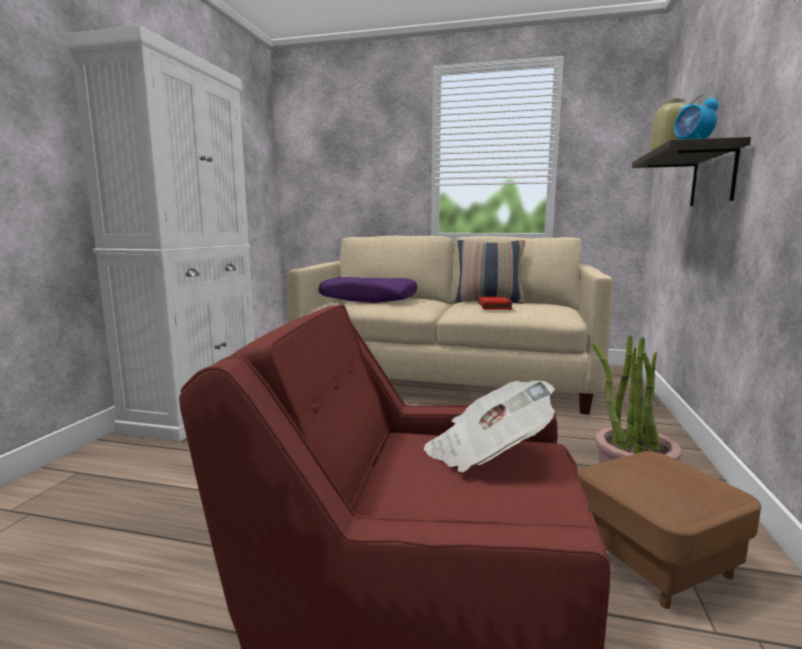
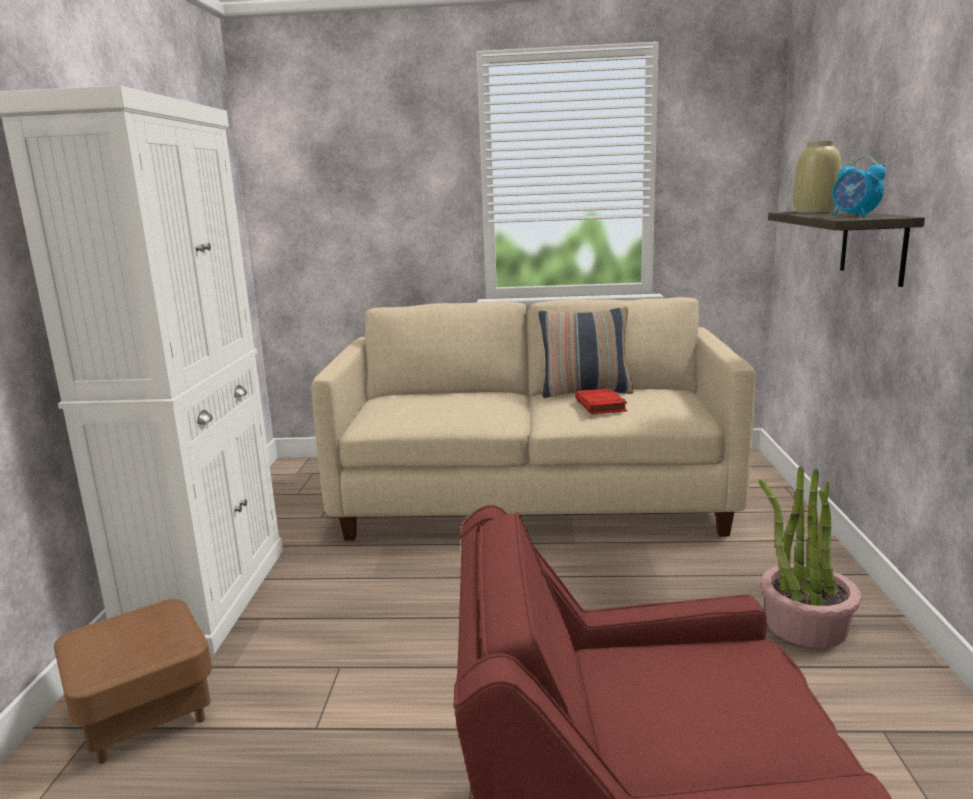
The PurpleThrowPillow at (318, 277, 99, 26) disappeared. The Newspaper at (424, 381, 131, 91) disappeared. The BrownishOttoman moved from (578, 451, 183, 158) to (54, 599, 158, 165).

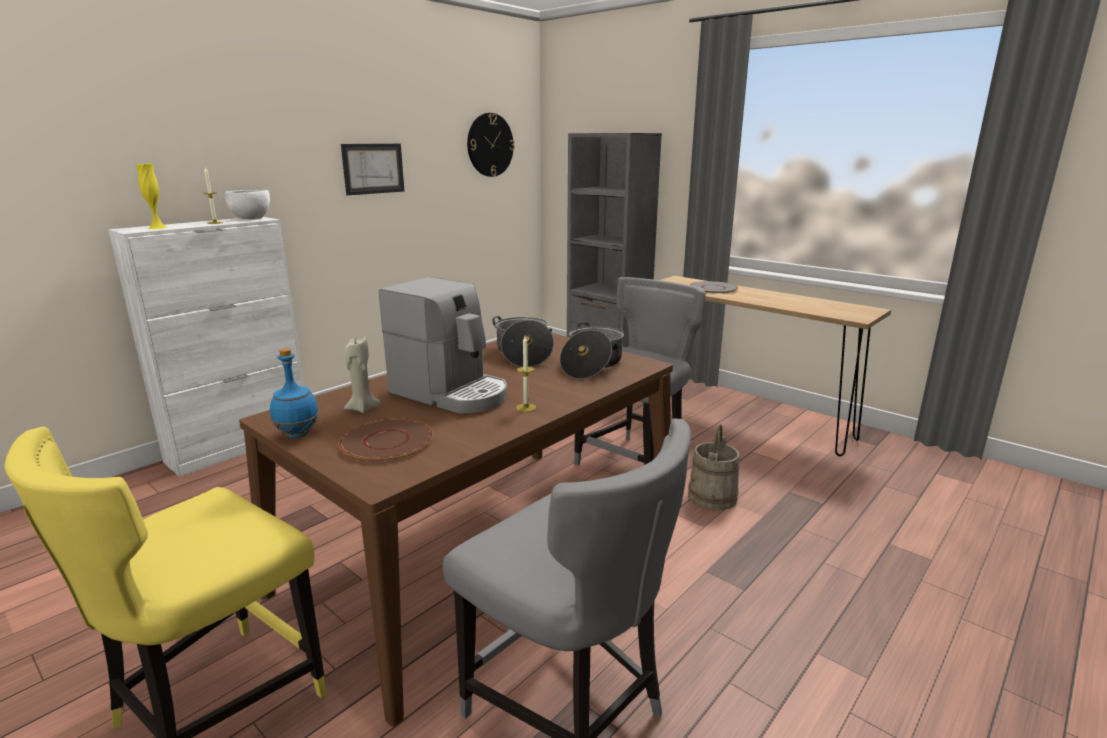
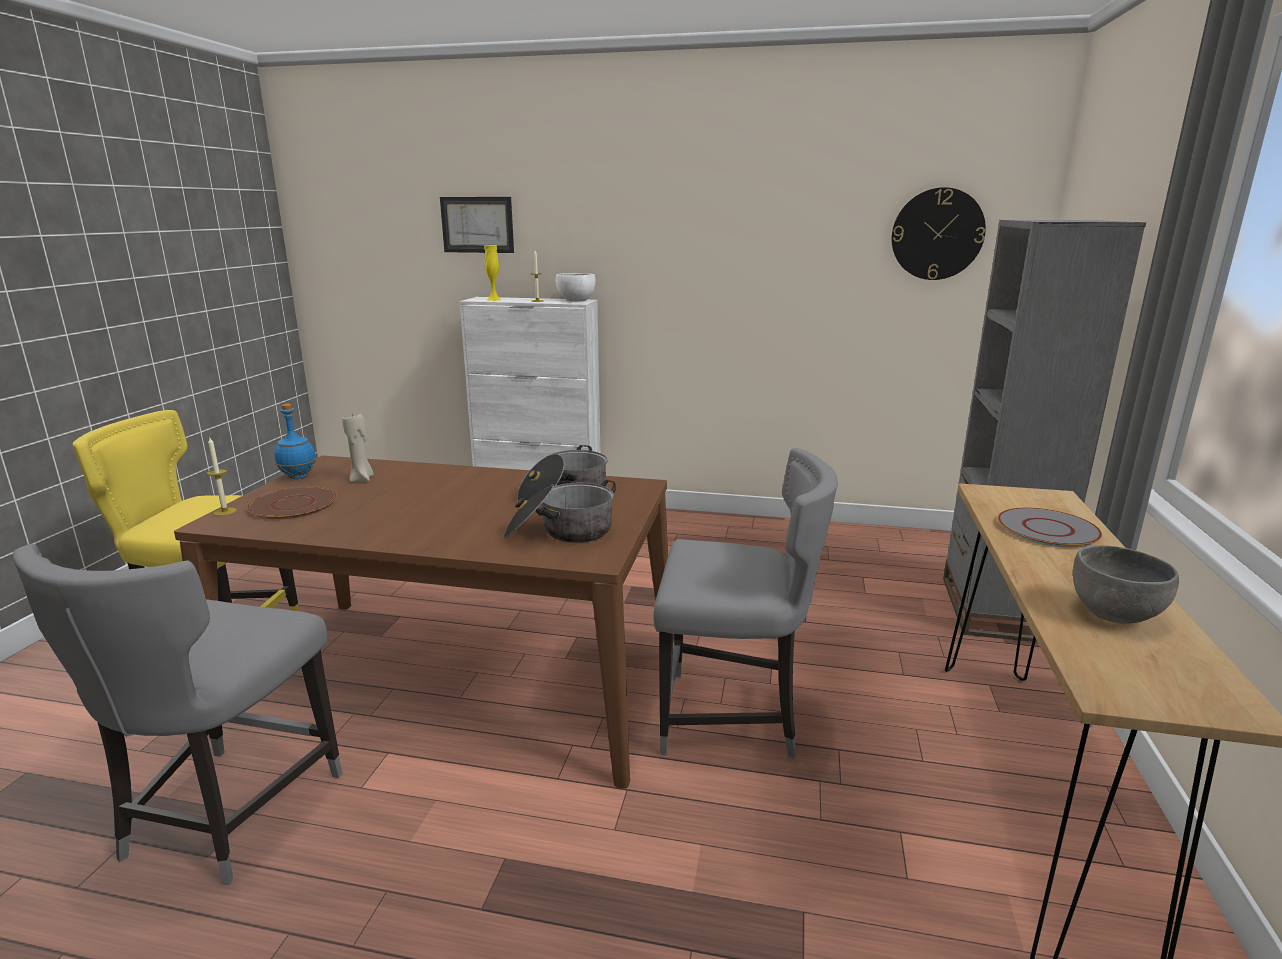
The CoffeeMachine at (379, 277, 128, 137) disappeared. The BeigeColouredWaterBucket at (688, 424, 52, 86) disappeared. The GrayBowl at (1073, 545, 106, 79) appeared. The WallPicture moved from (341, 144, 63, 51) to (440, 197, 74, 56). The WaxLight moved from (516, 337, 20, 75) to (207, 438, 30, 78).

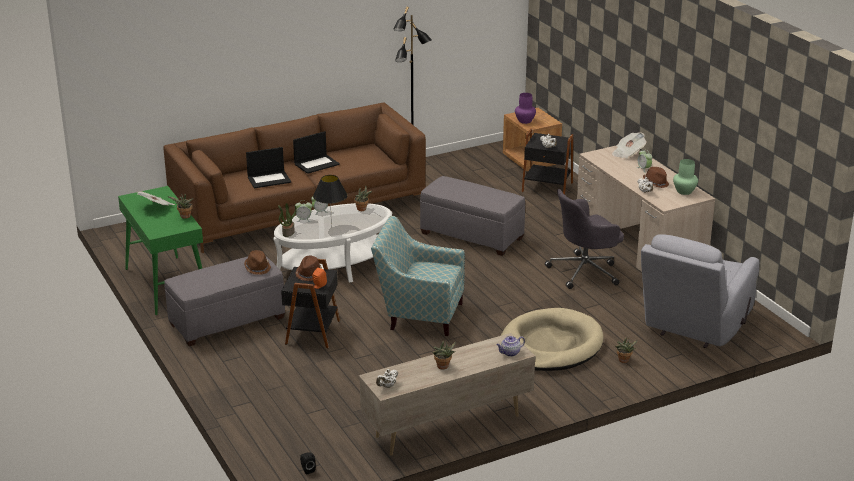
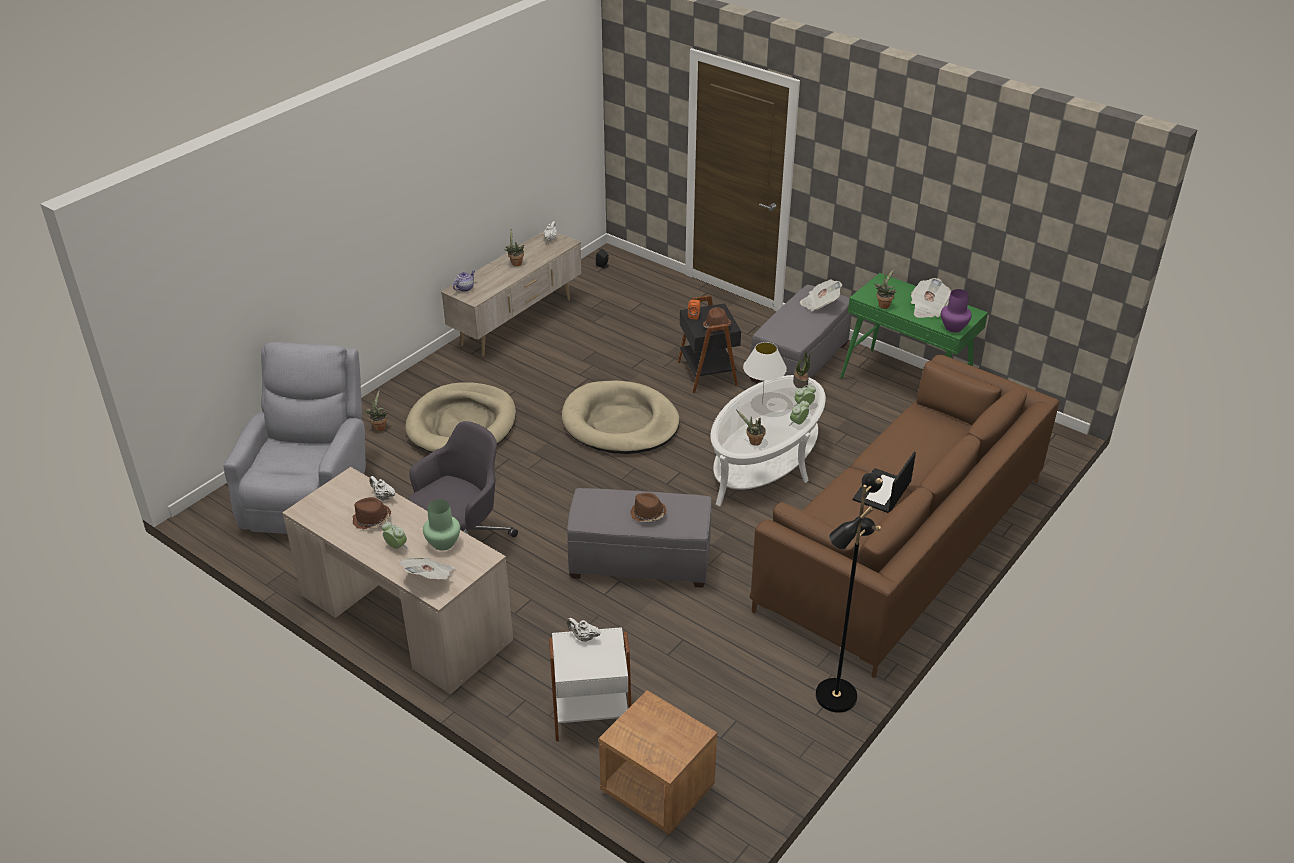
The PortableComputer at (246, 147, 45, 41) disappeared. The Newspaper at (800, 280, 42, 31) appeared. The BrownishClothingHat moved from (244, 250, 27, 25) to (630, 493, 37, 29). The PurpleDecorativeVase moved from (515, 93, 21, 31) to (941, 289, 31, 43). The GreenishDecorativeVase moved from (673, 159, 25, 36) to (423, 499, 37, 52). The Armchair at (371, 216, 94, 120) was replaced by the BeigeColouredPetBed at (562, 380, 118, 74). The BlackColouredTabletopLamp at (313, 175, 35, 53) became the WhiteTabletopLamp at (743, 342, 44, 62). The BlackColouredAccentTable at (522, 129, 51, 66) became the WhiteAccentTable at (549, 627, 82, 115).

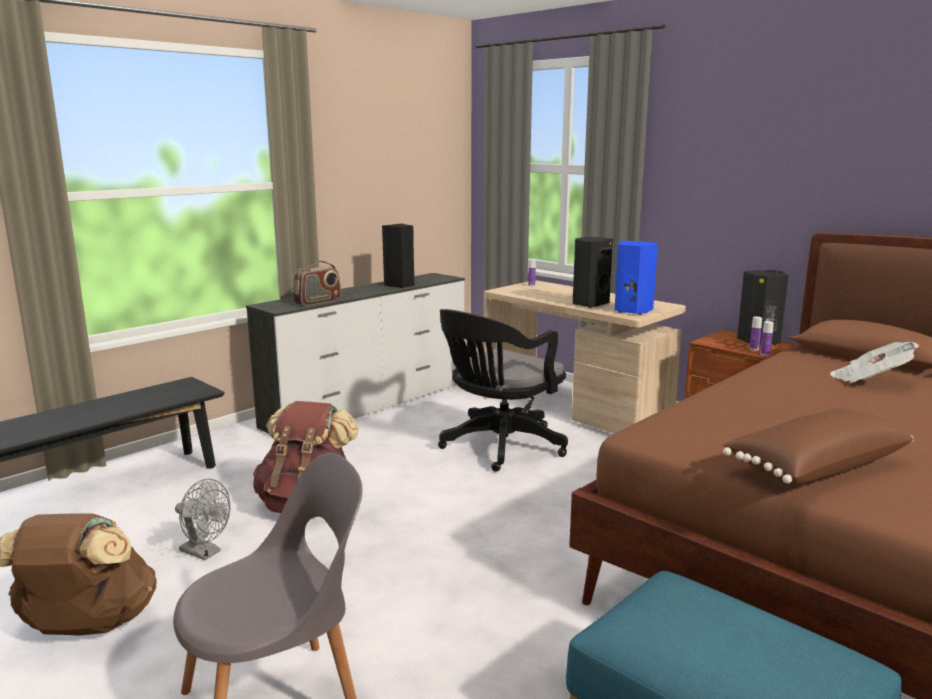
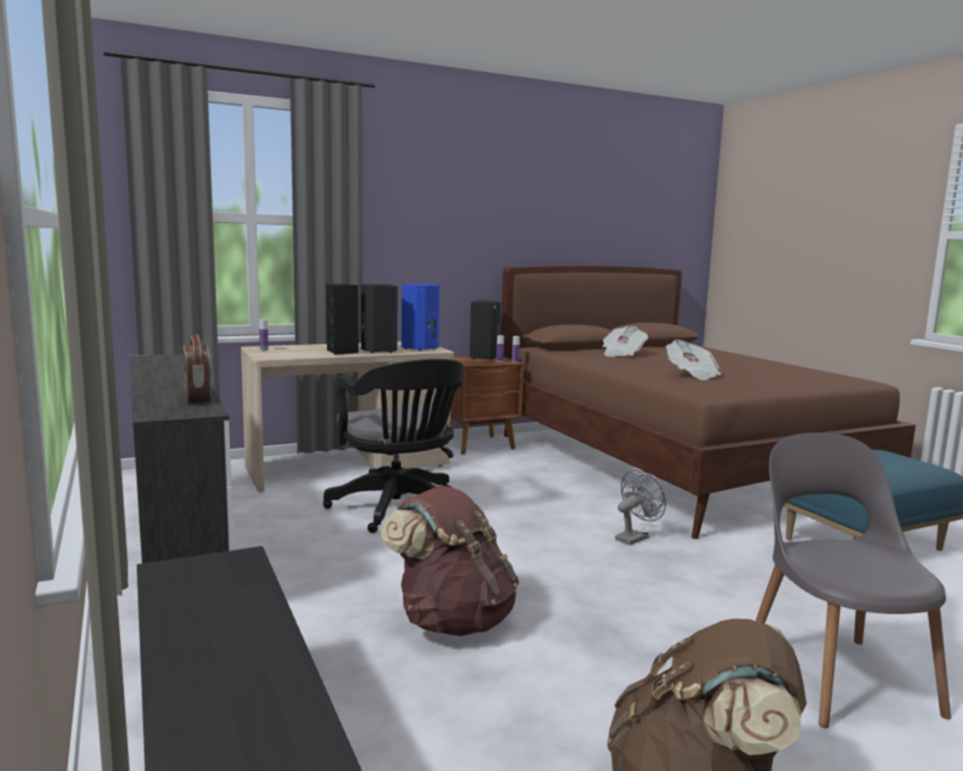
The BrownishThrowPillow at (723, 408, 191, 77) disappeared. The Newspaper at (666, 340, 55, 40) appeared. The GrayFan moved from (175, 479, 55, 81) to (615, 470, 51, 75). The BlackColouredAudioSpeaker moved from (382, 224, 33, 64) to (326, 284, 33, 71).

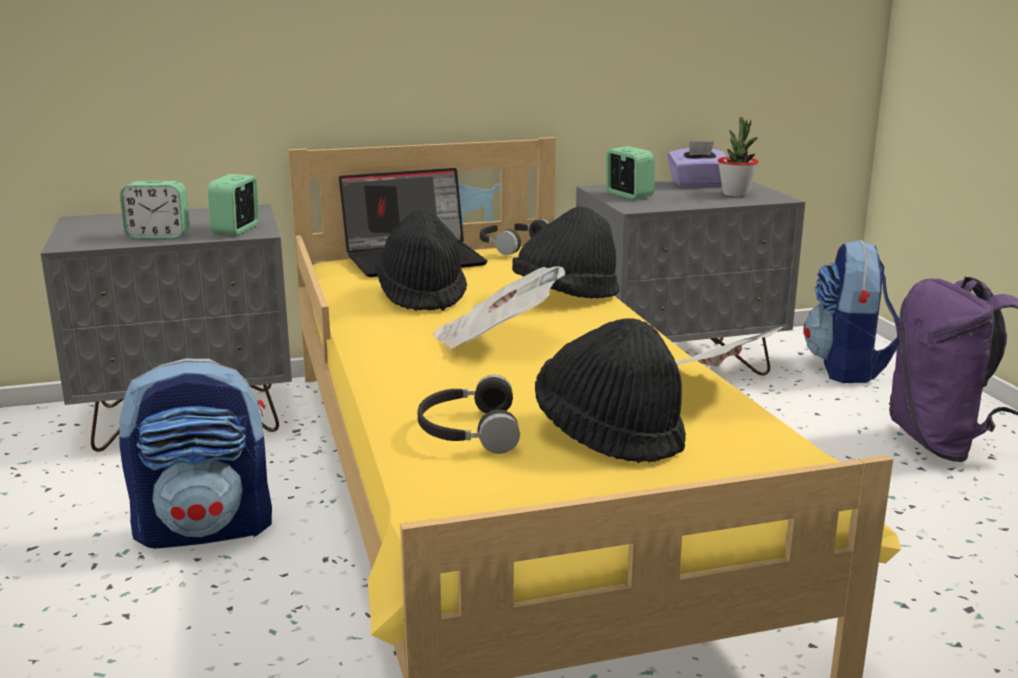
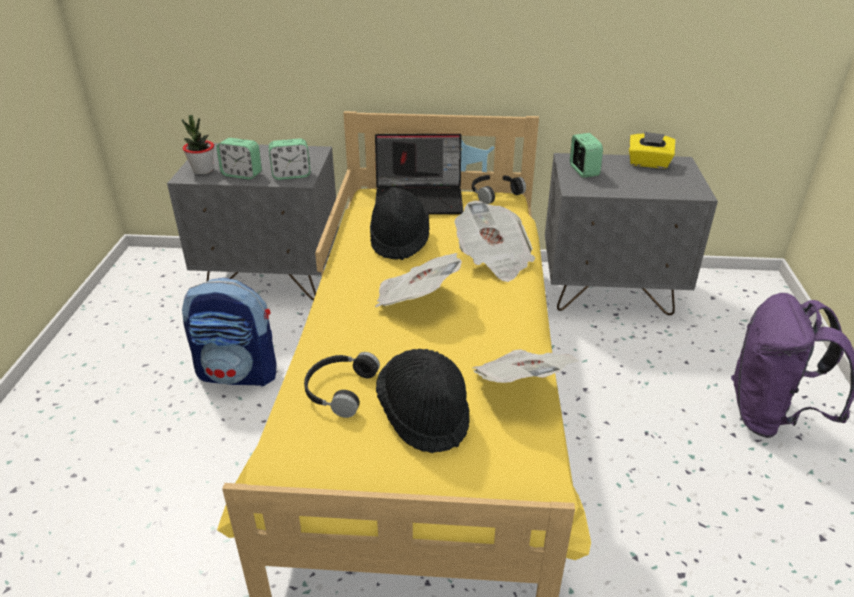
The Backpack at (803, 240, 96, 143) disappeared. The PottedPlant moved from (718, 117, 41, 80) to (182, 115, 32, 59). The BlackColouredClothingHat at (512, 206, 108, 92) was replaced by the Newspaper at (454, 200, 81, 82). The PurpleTissueHolder at (668, 141, 58, 46) became the YellowTissueHolder at (629, 132, 46, 37). The BedsideClock at (208, 174, 51, 61) turned 135 degrees counterclockwise.

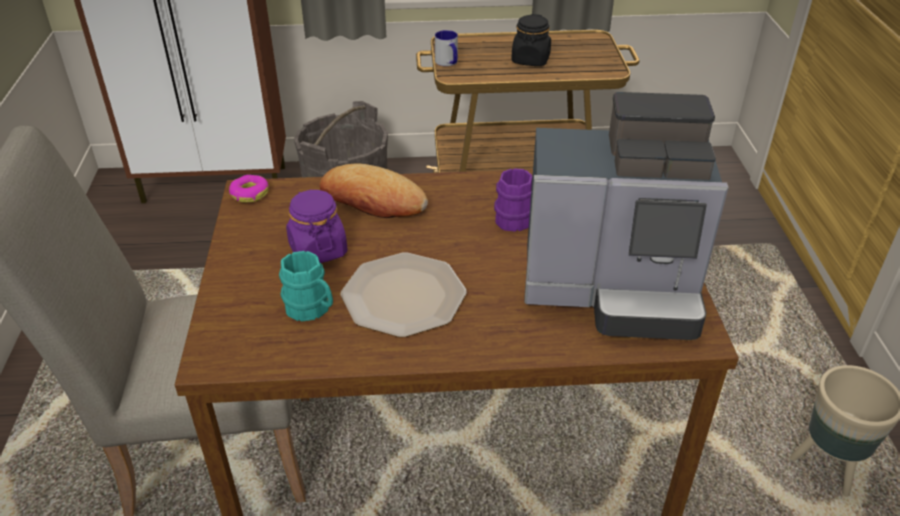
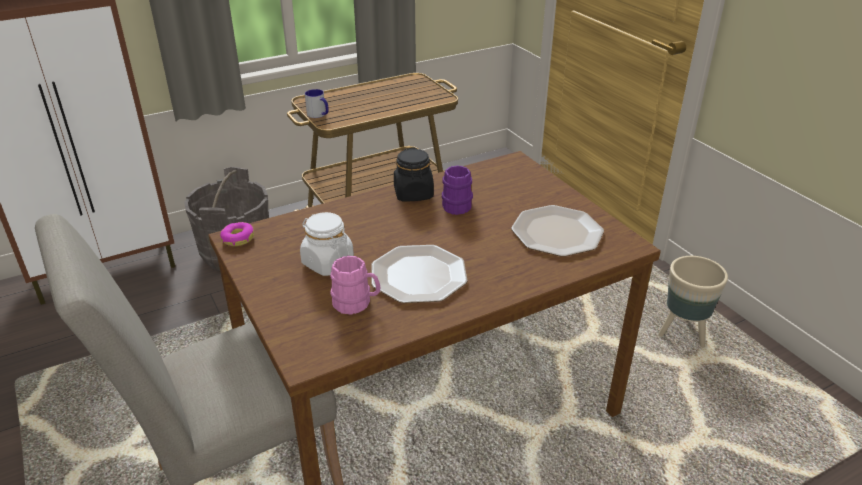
The Bread at (320, 163, 108, 55) disappeared. The BlackColouredStorageJar moved from (511, 14, 40, 52) to (394, 148, 40, 53). The CoffeeMachine at (524, 92, 205, 248) was replaced by the FlatDish at (511, 205, 93, 52). The TurquoiseMug at (279, 251, 54, 71) became the PinkColouredMug at (330, 256, 50, 59). The PurpleStorageJar at (286, 189, 62, 74) became the WhiteStorageJar at (300, 212, 54, 64).

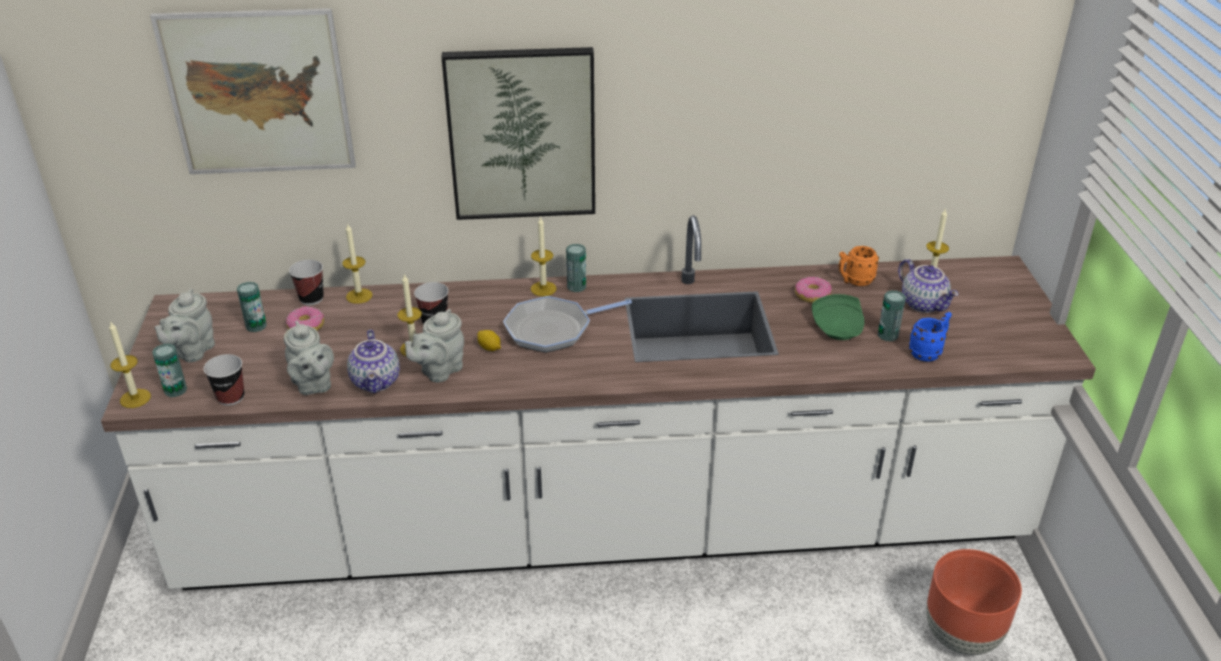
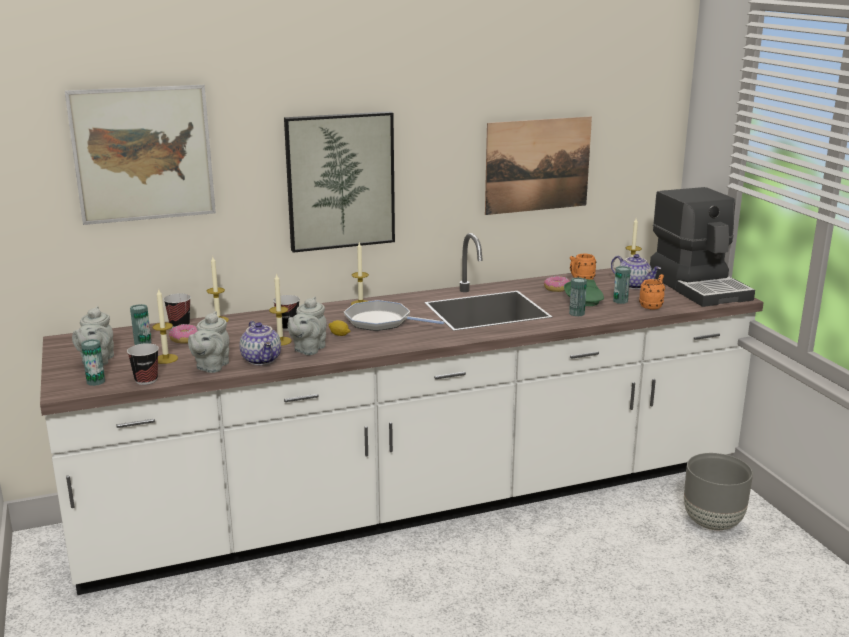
The WallPicture at (485, 116, 107, 99) appeared. The CoffeeMachine at (650, 187, 105, 120) appeared. The WaxLight moved from (109, 321, 42, 87) to (152, 288, 26, 76). The SealedCan moved from (566, 244, 20, 48) to (569, 277, 18, 39). The BlueColouredMug at (909, 312, 43, 50) became the OrangeMug at (639, 274, 26, 35). The BrownishPlanter at (926, 549, 96, 106) became the GrayPlanter at (684, 453, 69, 77). The GrayTeaPot at (284, 321, 50, 74) turned 60 degrees clockwise. The Skillet at (503, 296, 129, 57) turned 60 degrees clockwise.

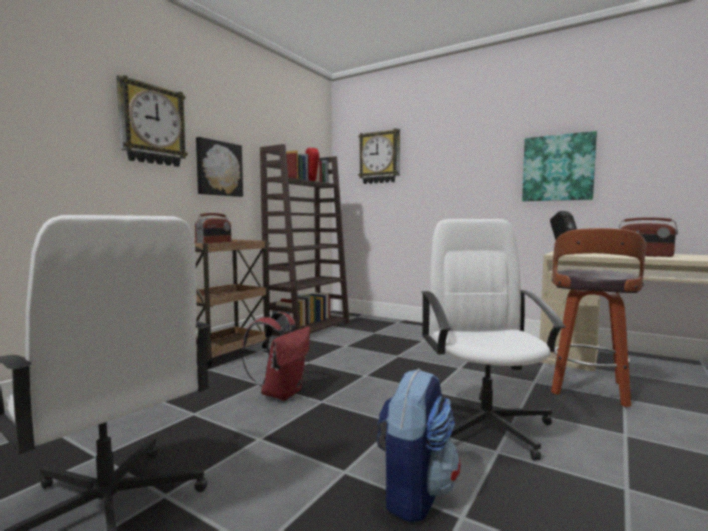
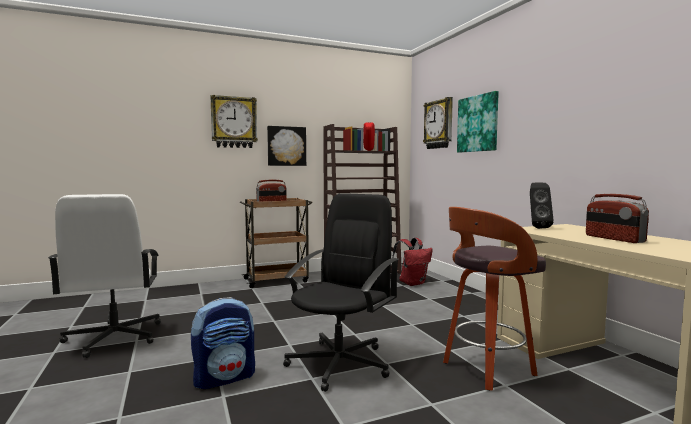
The RedColouredBackpack moved from (242, 312, 68, 88) to (393, 238, 40, 48). The WallPicture moved from (522, 131, 75, 70) to (457, 91, 42, 62). The WhiteComputerChair at (422, 219, 144, 242) became the BlackColouredComputerChair at (283, 193, 116, 199).

